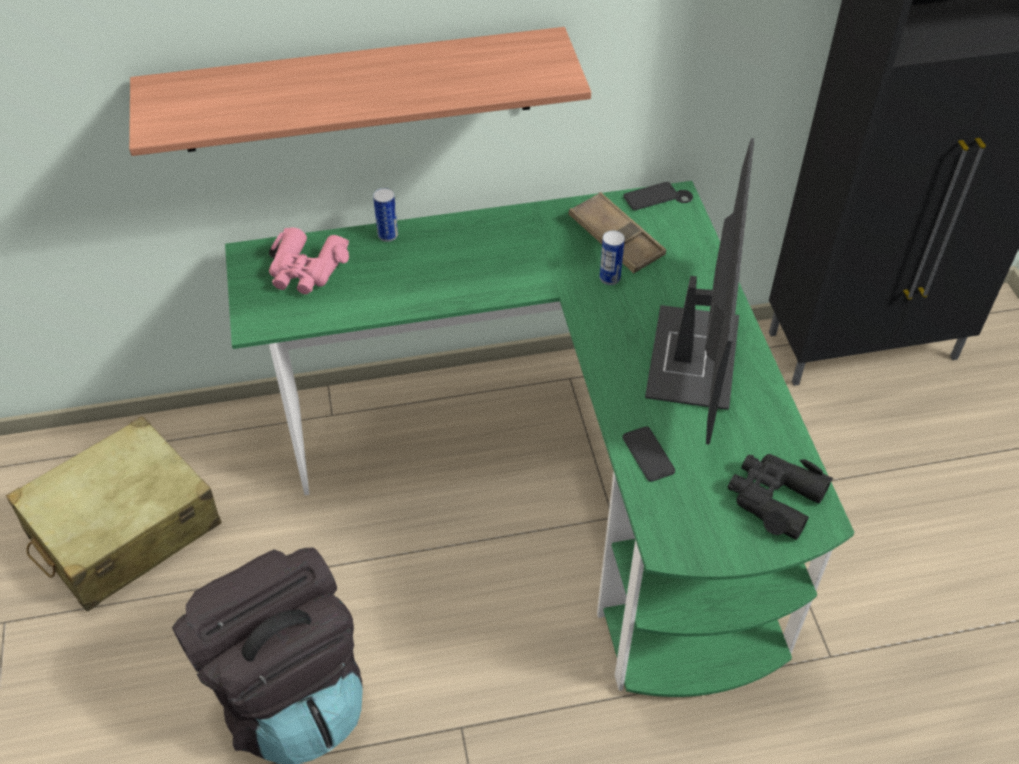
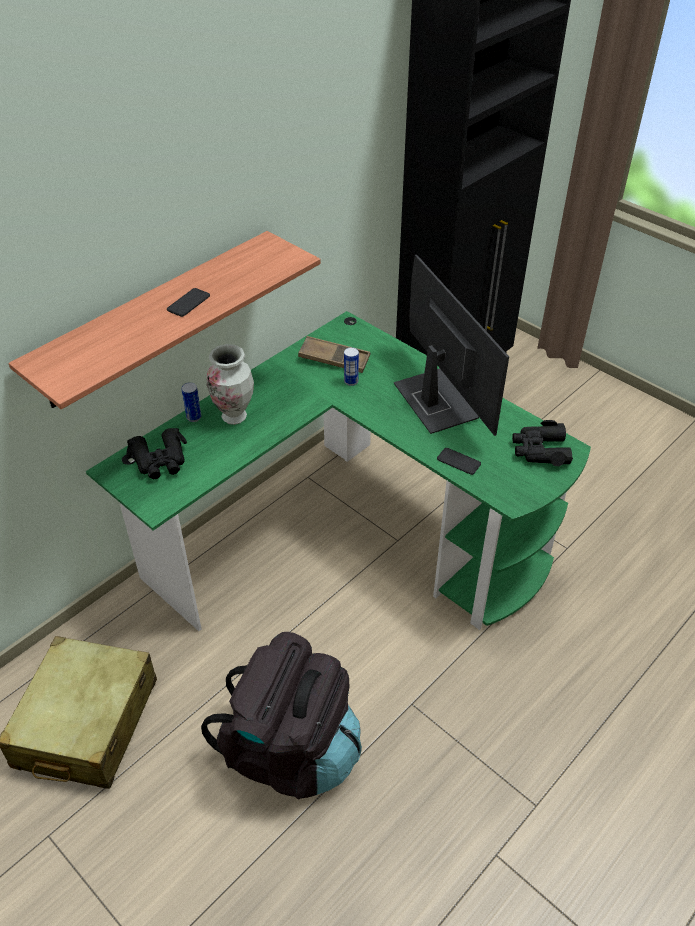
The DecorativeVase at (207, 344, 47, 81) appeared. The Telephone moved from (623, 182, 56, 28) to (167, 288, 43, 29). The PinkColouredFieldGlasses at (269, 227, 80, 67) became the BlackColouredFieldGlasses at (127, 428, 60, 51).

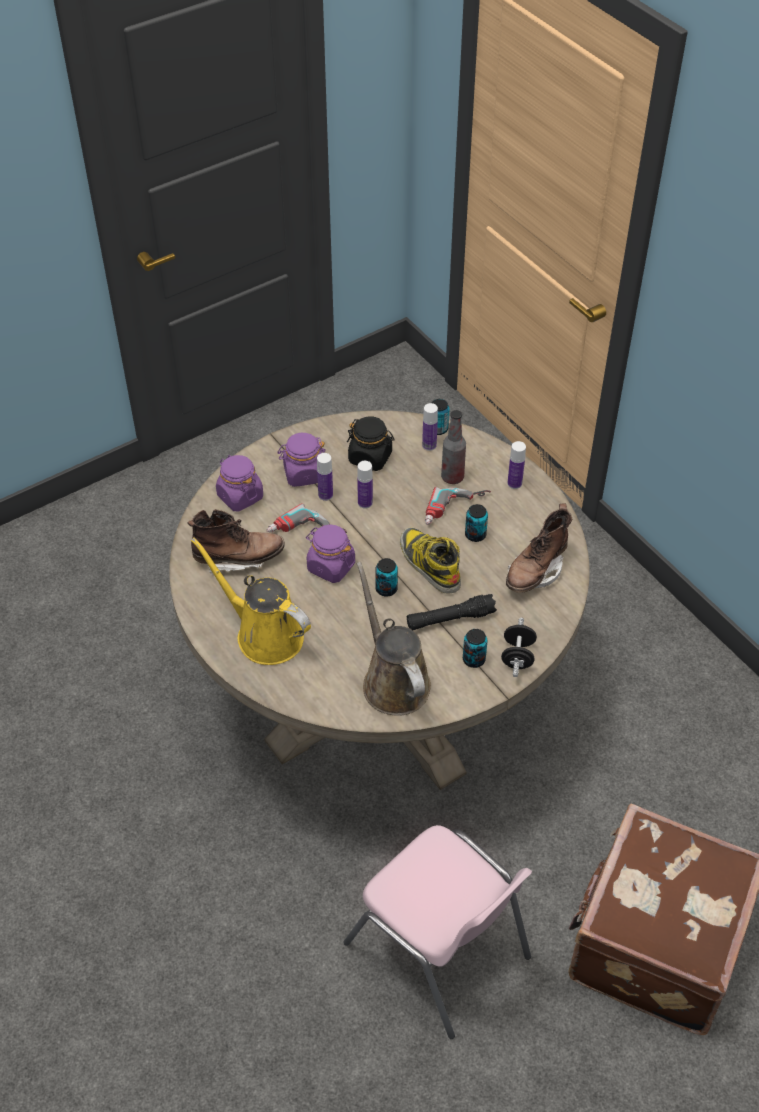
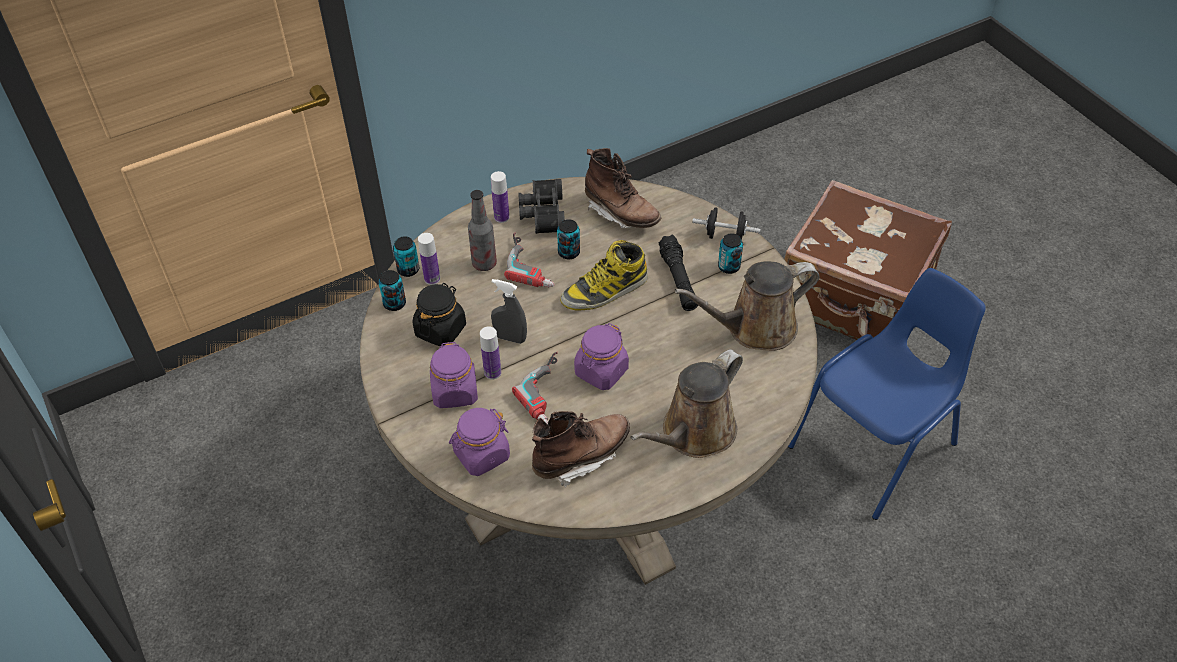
The BlackColouredFieldGlasses at (518, 179, 47, 55) appeared. The SealedCan moved from (375, 558, 23, 39) to (378, 270, 28, 41). The DrinkBottle at (357, 461, 16, 48) was replaced by the GraySprayBottle at (491, 279, 36, 65). The YellowSprinklingCan at (191, 537, 120, 128) became the BrownishSprinklingCan at (630, 349, 113, 109). The PinkColouredPlainChair at (343, 825, 189, 214) became the BlueColouredPlainChair at (788, 268, 198, 252). The BrownishBoot at (187, 509, 98, 66) turned 60 degrees clockwise.

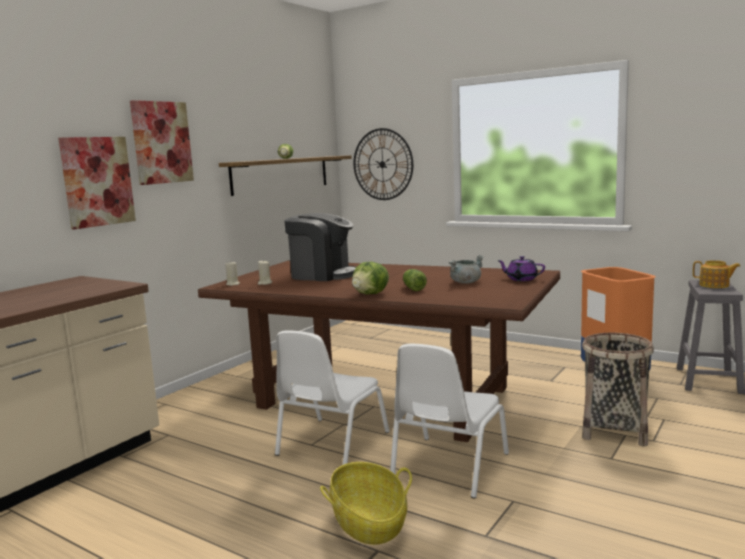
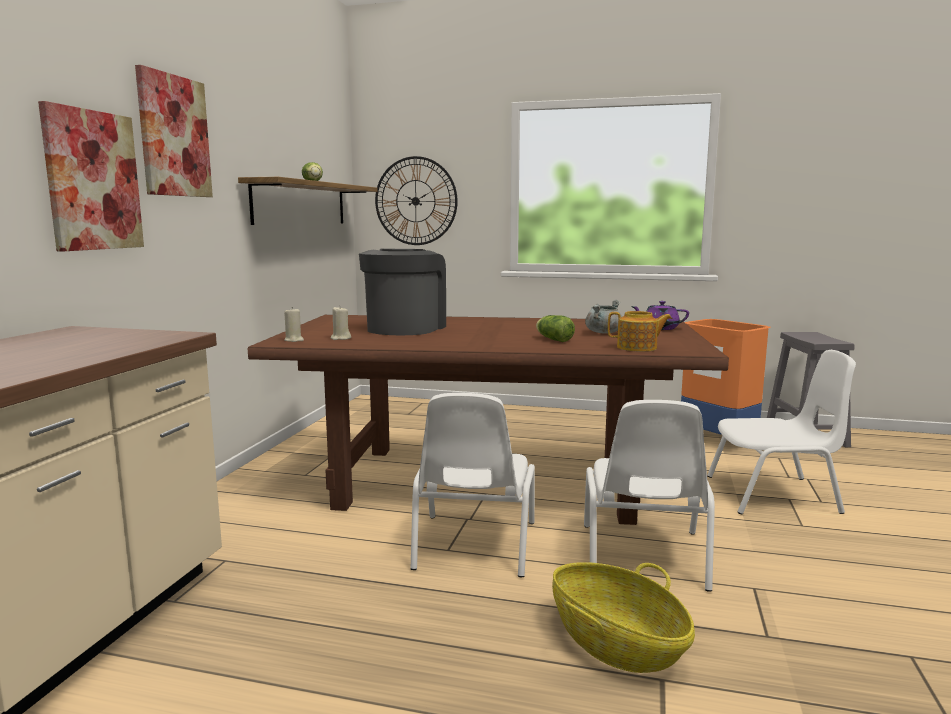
The LettuceHead at (352, 261, 37, 33) disappeared. The TeaPot moved from (693, 260, 48, 28) to (608, 311, 64, 41). The Basket at (582, 333, 72, 114) was replaced by the WhitePlainChair at (707, 350, 149, 164). The CoffeeMachine at (284, 213, 72, 68) turned 75 degrees counterclockwise.

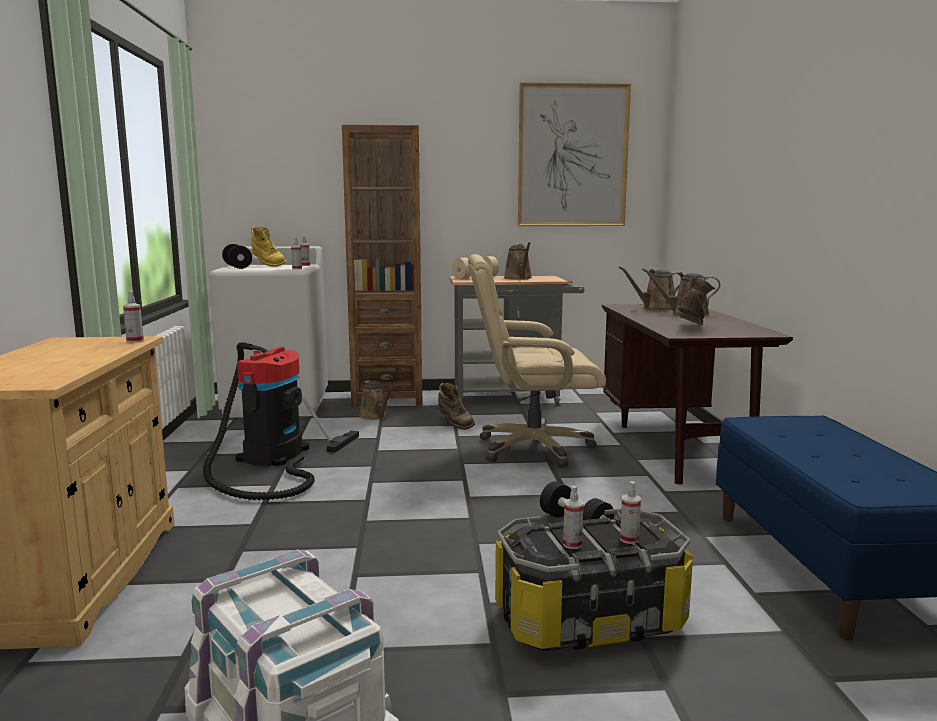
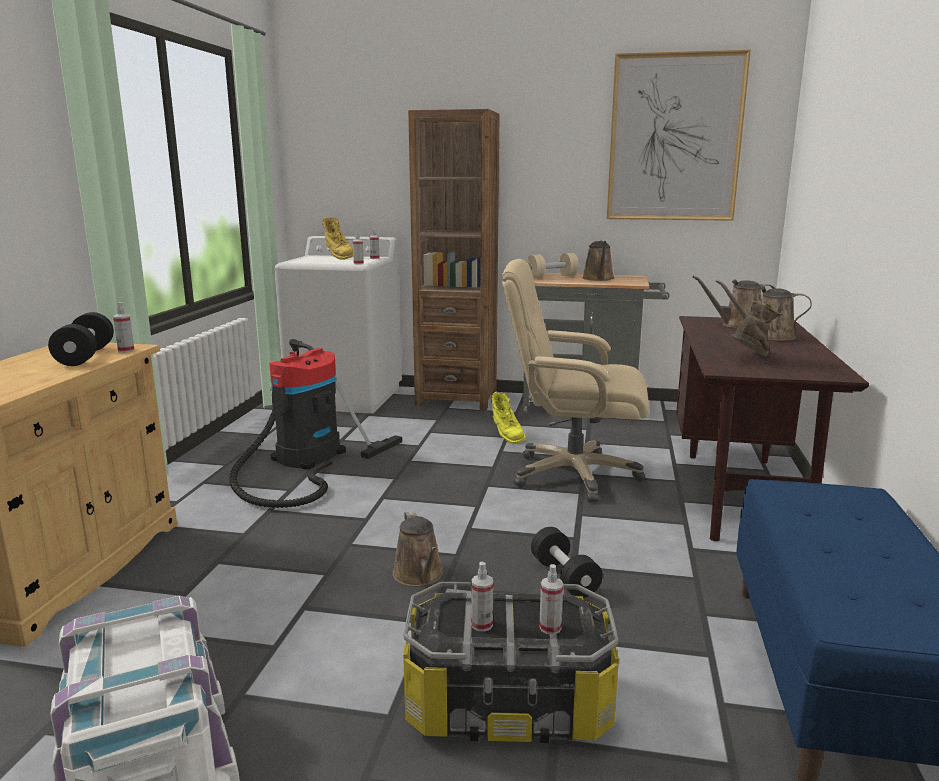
The BlackColouredDumbbell moved from (222, 244, 30, 25) to (48, 312, 66, 54). The BrownishSprinklingCan moved from (359, 380, 35, 40) to (392, 511, 52, 75). The BrownishBoot at (438, 383, 37, 47) became the YellowBoot at (491, 392, 35, 52).

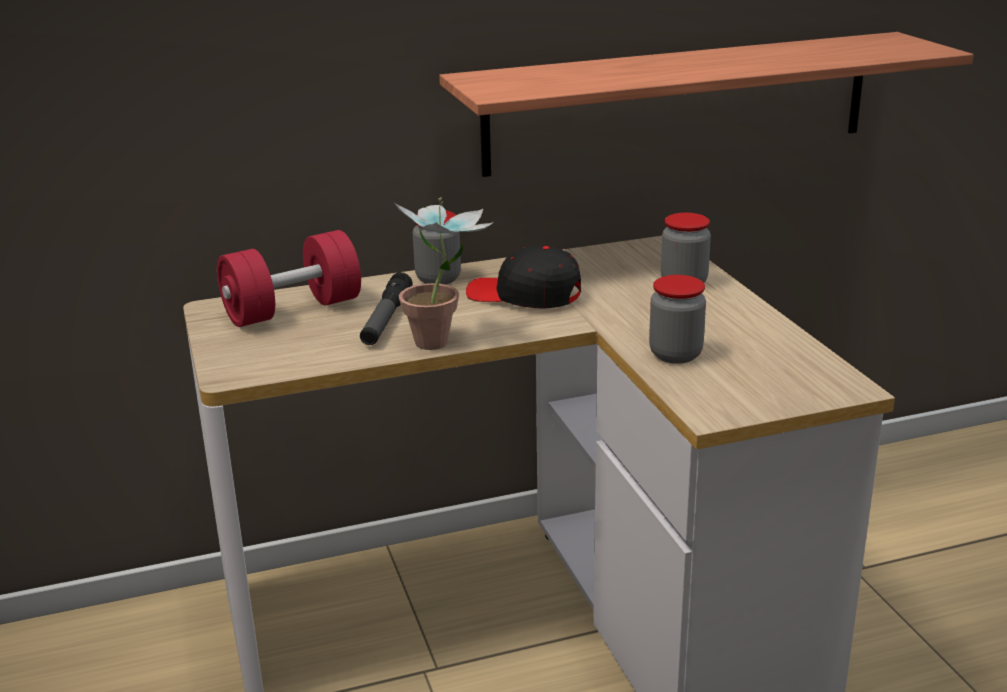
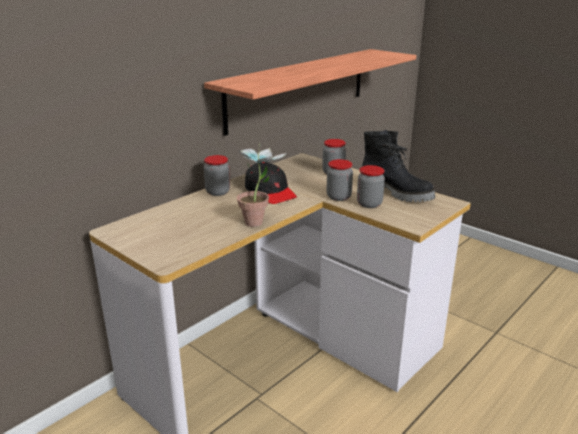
The RedColouredDumbbell at (217, 230, 144, 97) disappeared. The HandTorch at (360, 272, 53, 73) disappeared. The StorageJar at (326, 159, 27, 42) appeared. The BlackColouredBoot at (362, 130, 73, 72) appeared. The BlackColouredCap at (466, 245, 115, 64) turned 120 degrees counterclockwise.

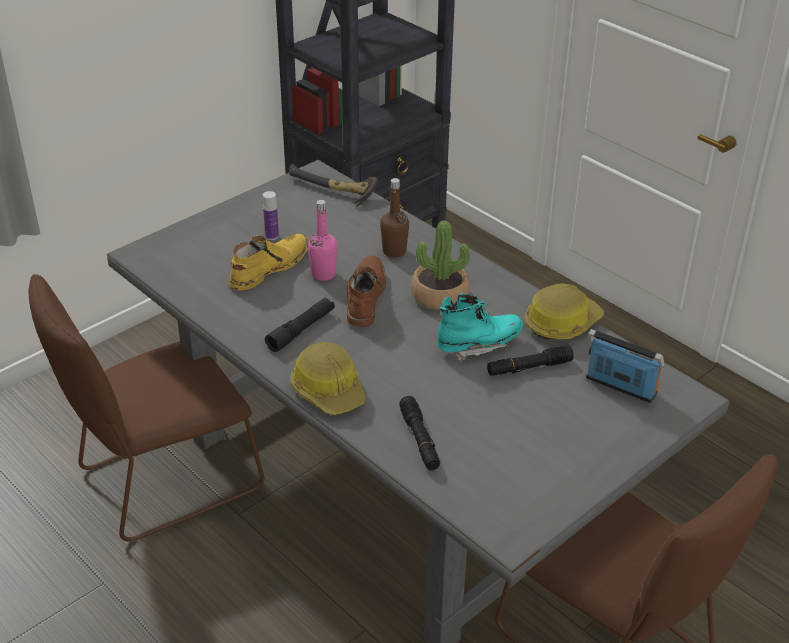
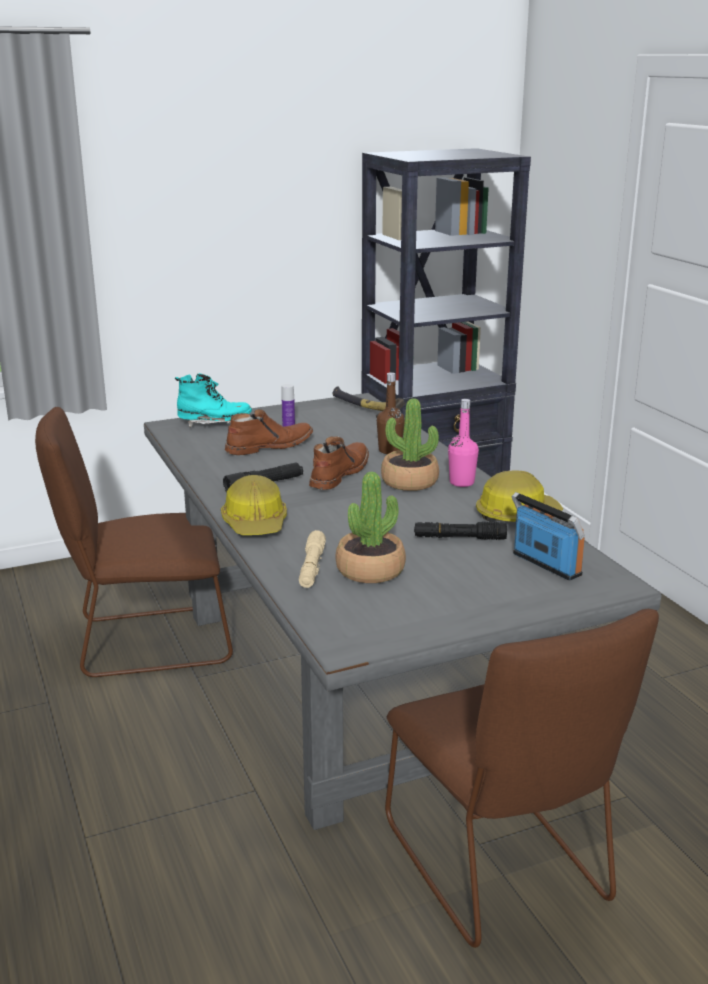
The PottedPlant at (335, 472, 71, 111) appeared. The PinkColouredDrinkBottle moved from (308, 200, 30, 81) to (448, 399, 31, 88). The TurquoiseBoot moved from (437, 293, 86, 69) to (175, 373, 77, 55). The YellowBoot at (229, 234, 80, 57) became the BrownishBoot at (225, 409, 88, 46). The BlackColouredHandTorch at (399, 396, 41, 74) became the BeigeColouredHandTorch at (299, 530, 27, 58).

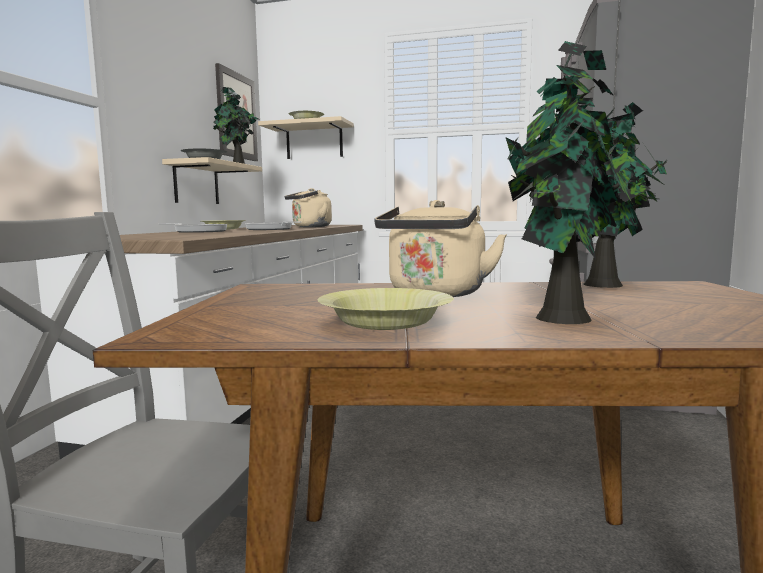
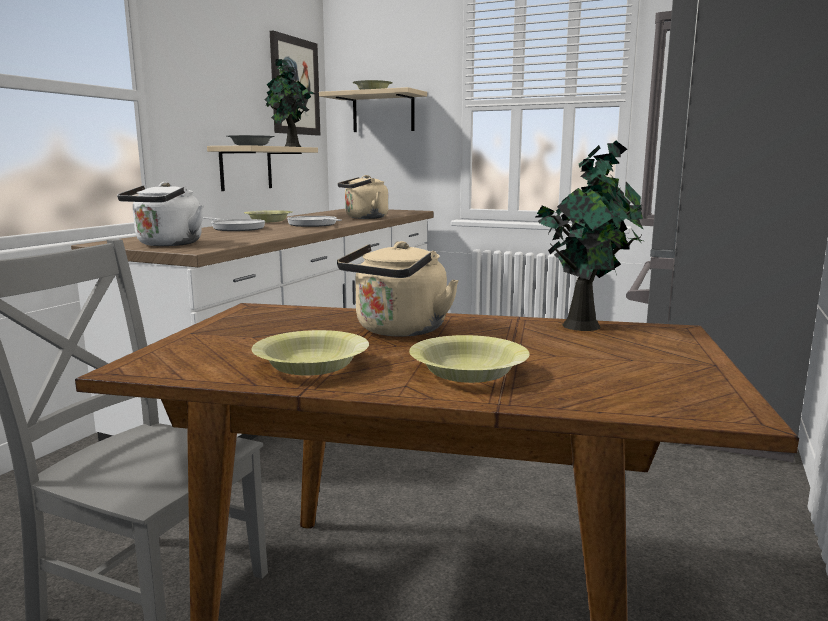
The WhiteKettle at (117, 182, 87, 64) appeared. The PottedPlant at (506, 41, 134, 283) was replaced by the YellowBowl at (409, 335, 121, 48).

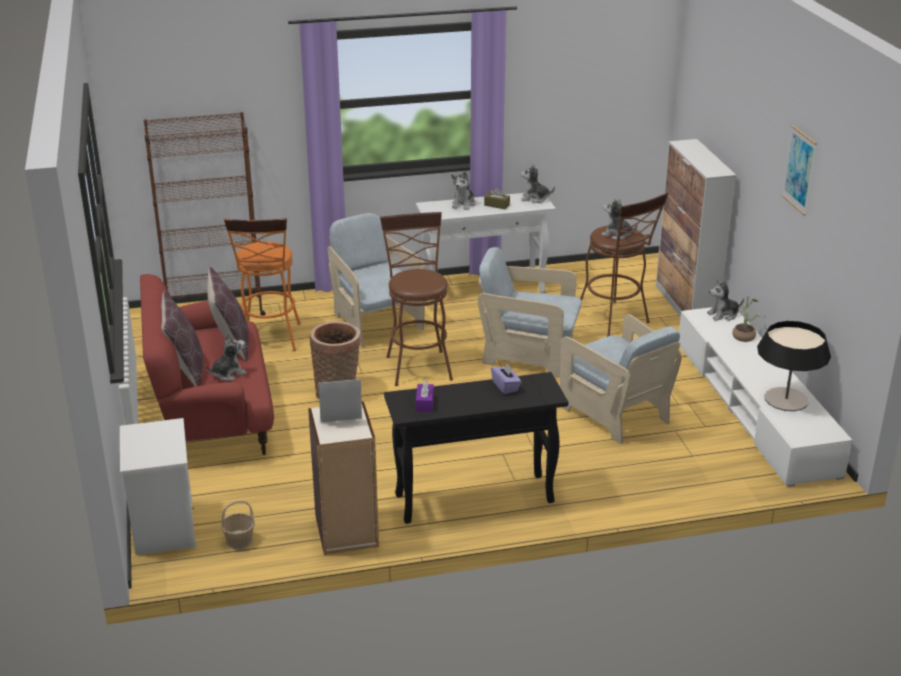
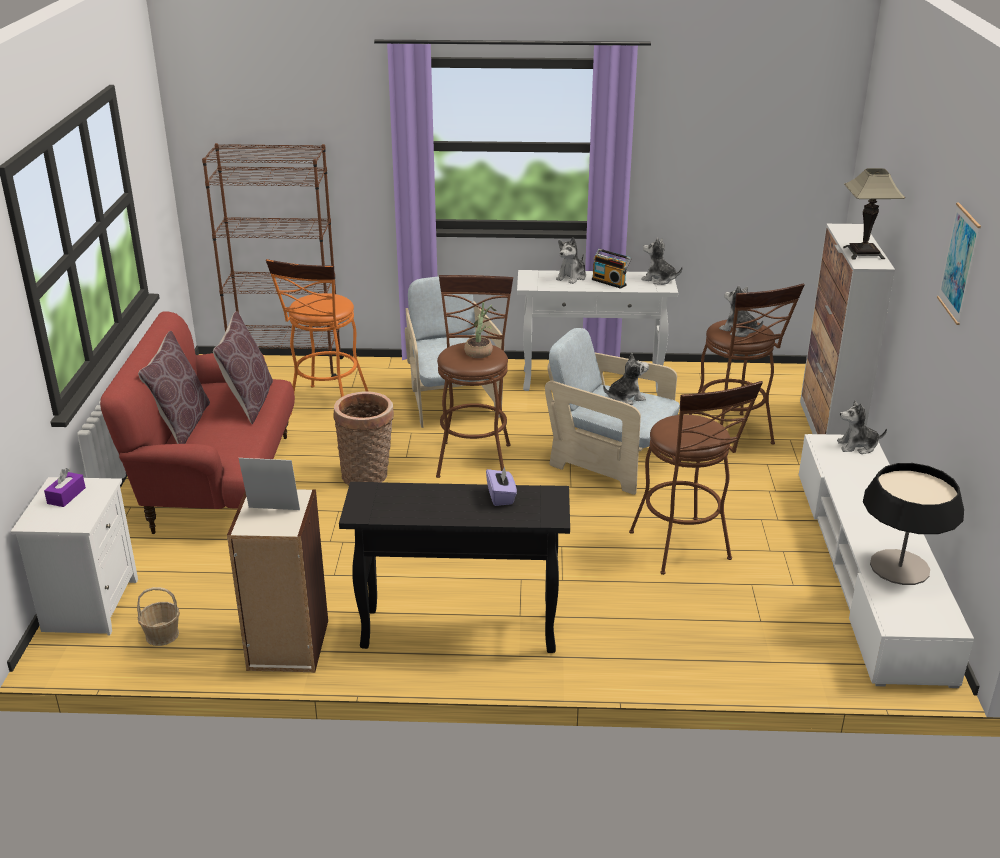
The TabletopLamp at (843, 168, 62, 91) appeared. The PlushToy moved from (206, 333, 41, 48) to (603, 353, 46, 52). The PurpleTissueHolder moved from (416, 380, 18, 32) to (44, 468, 42, 39). The PottedPlant moved from (732, 296, 28, 46) to (464, 302, 33, 56). The BrownishTissueHolder at (484, 187, 26, 22) was replaced by the Radio at (592, 249, 39, 40). The BeigeColouredArmchair at (560, 314, 122, 130) was replaced by the BrownishStool at (629, 381, 134, 194).

